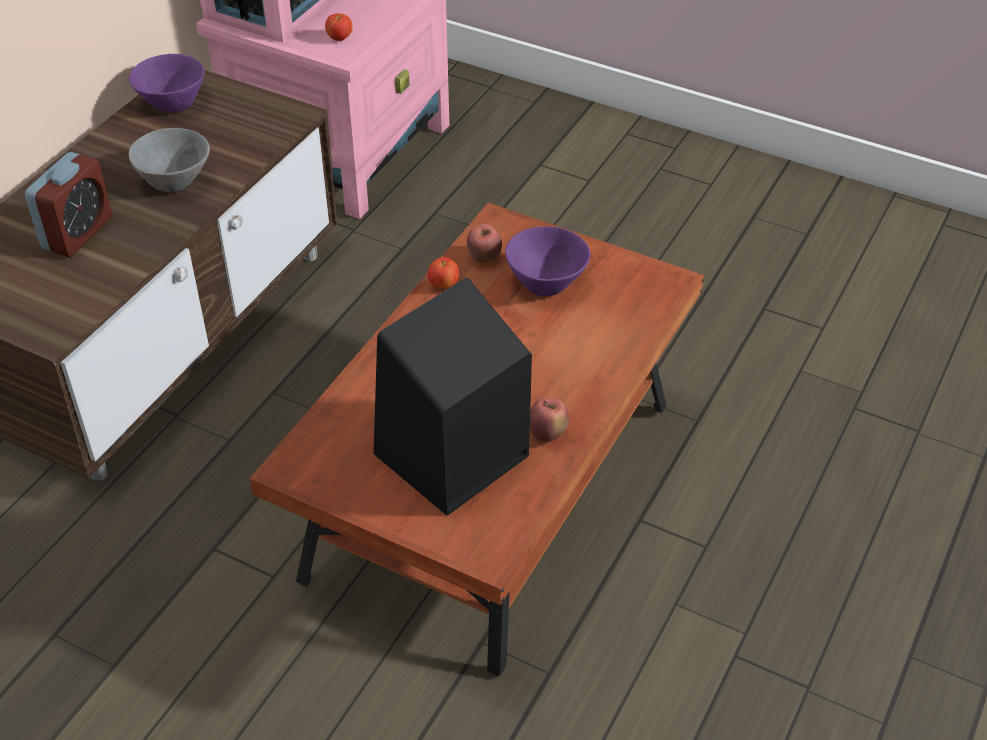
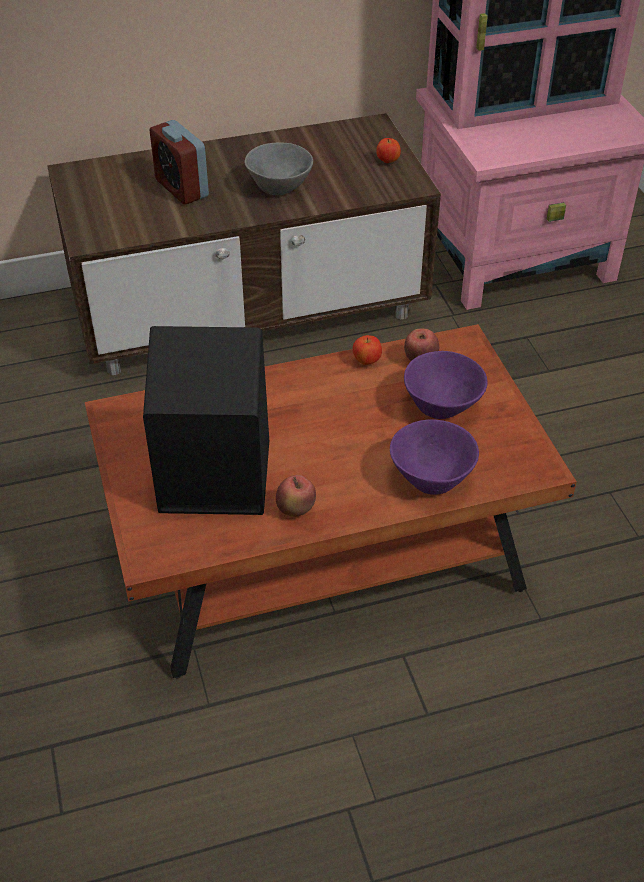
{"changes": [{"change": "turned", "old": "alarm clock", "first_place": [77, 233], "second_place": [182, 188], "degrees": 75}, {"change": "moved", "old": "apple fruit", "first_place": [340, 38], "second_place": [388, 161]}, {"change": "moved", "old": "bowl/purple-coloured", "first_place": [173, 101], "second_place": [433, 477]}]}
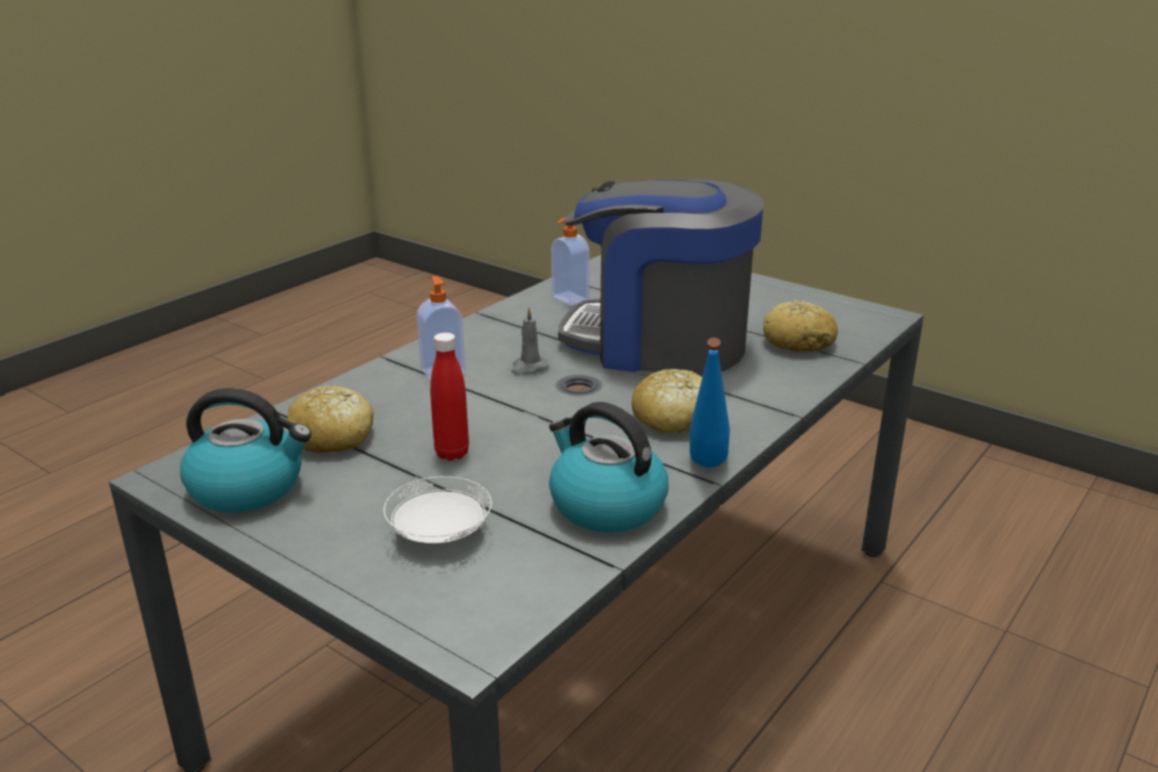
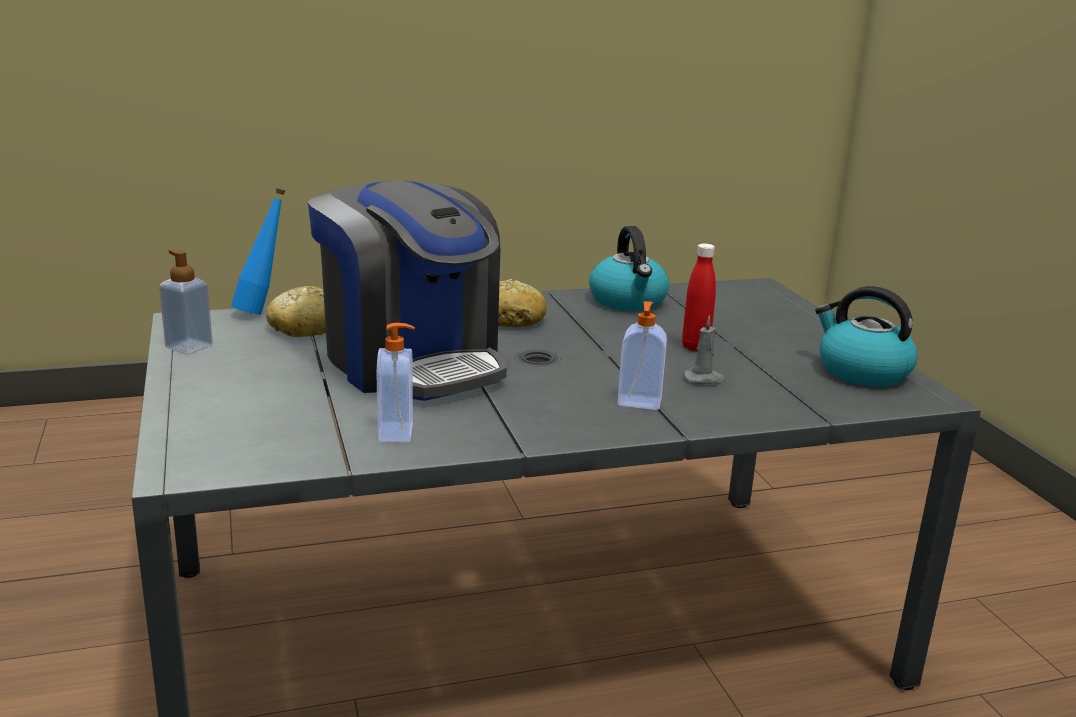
{"changes": [{"change": "added", "new": "soap dispenser", "second_place": [189, 347]}, {"change": "moved", "old": "bottle/blue-coloured", "first_place": [706, 470], "second_place": [262, 311]}, {"change": "moved", "old": "candle/gray", "first_place": [528, 368], "second_place": [704, 379]}, {"change": "removed", "old": "bakery bread", "first_place": [332, 437]}, {"change": "removed", "old": "dinner plate/whitish", "first_place": [439, 534]}]}
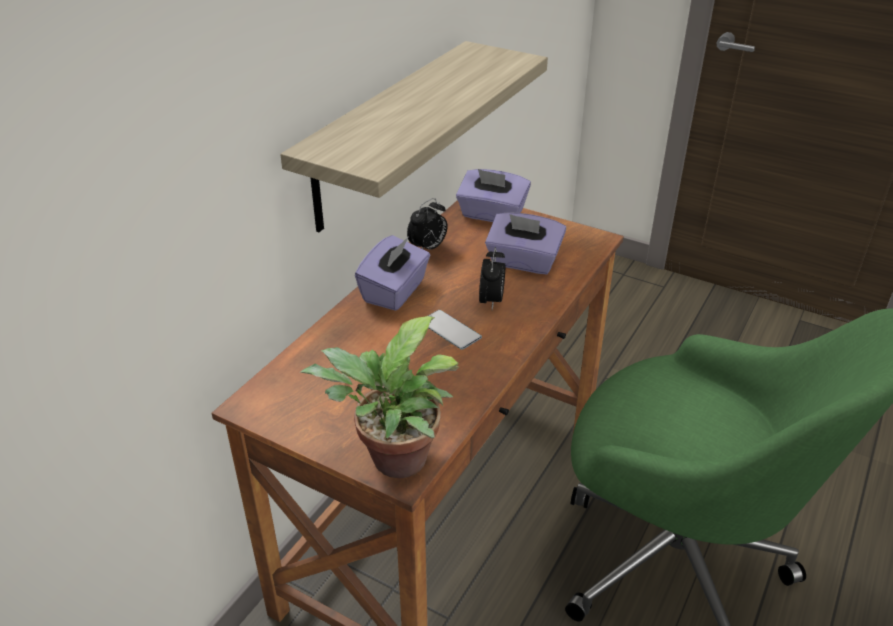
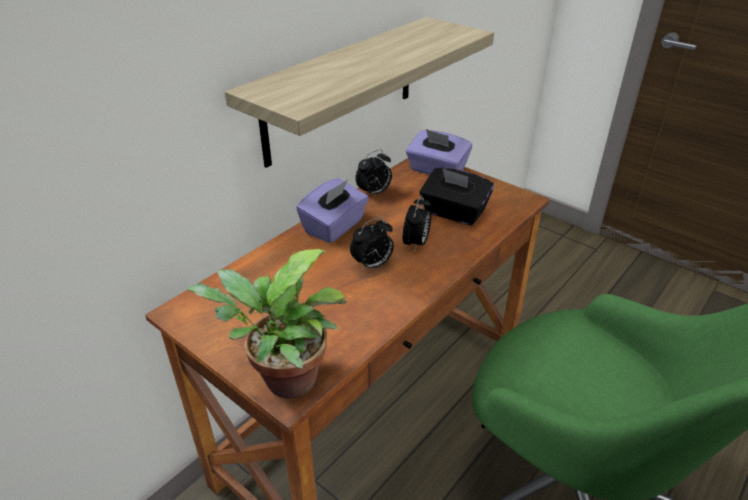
{"changes": [{"change": "replaced", "old": "phone", "new": "alarm clock", "first_place": [450, 330], "second_place": [372, 265]}, {"change": "recoloured", "old": "tissue box/purple-coloured", "new": "tissue box/black-coloured", "first_place": [523, 262], "second_place": [453, 212]}]}
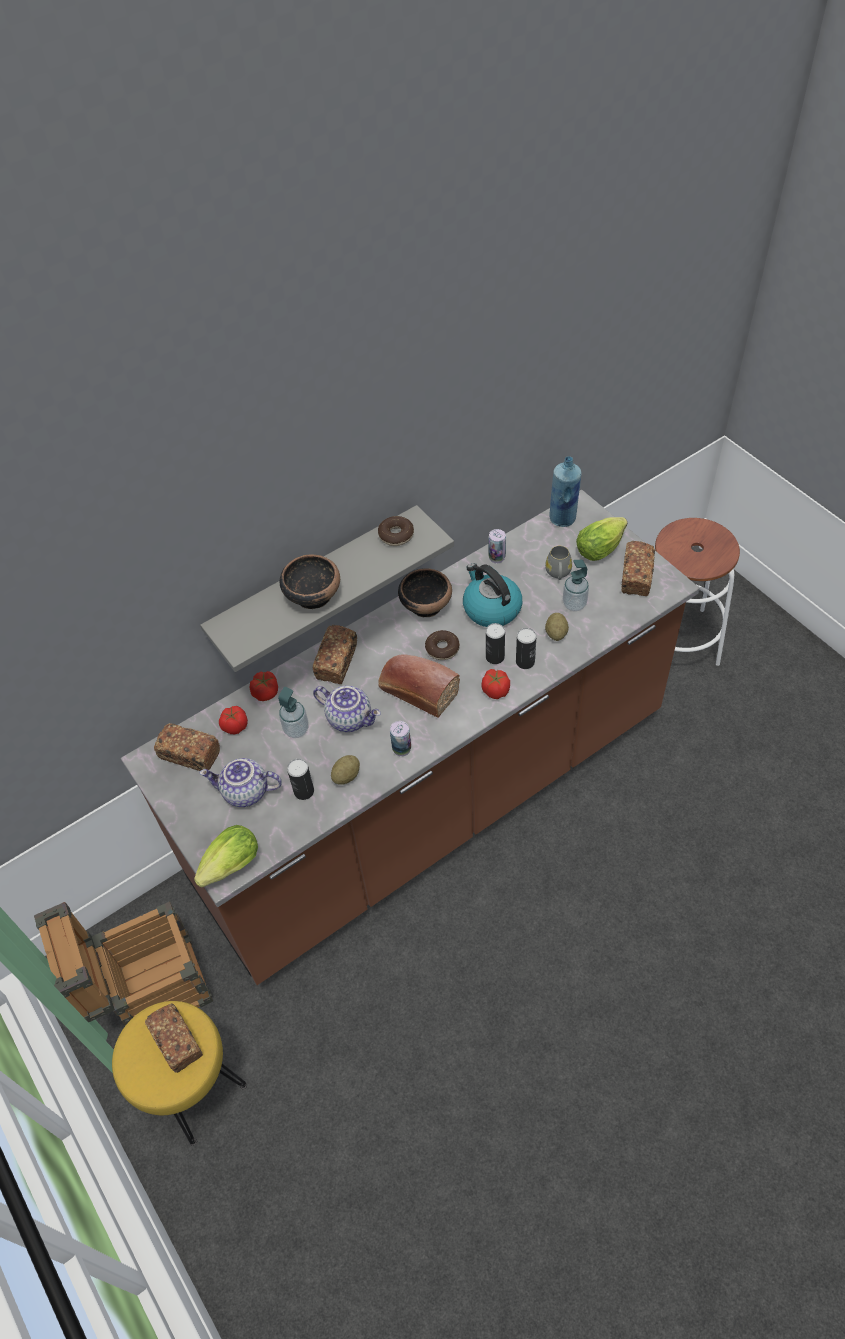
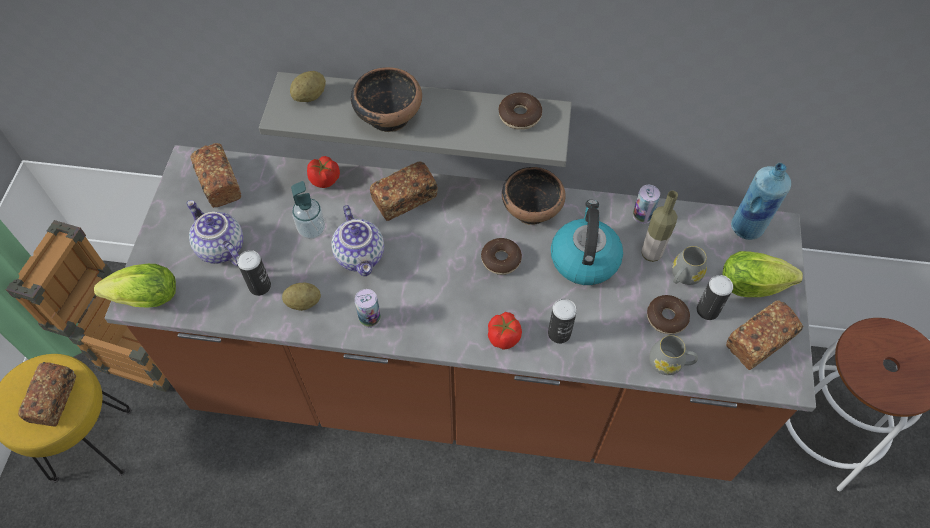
{"changes": [{"change": "moved", "old": "whole potato", "first_place": [556, 633], "second_place": [310, 96]}, {"change": "added", "new": "bottle", "second_place": [651, 254]}, {"change": "replaced", "old": "soap dispenser", "new": "ring doughnut", "first_place": [574, 604], "second_place": [666, 318]}, {"change": "added", "new": "tea mug/gray", "second_place": [669, 363]}, {"change": "moved", "old": "metal can", "first_place": [495, 657], "second_place": [707, 310]}, {"change": "removed", "old": "fresh tomato", "first_place": [234, 726]}, {"change": "removed", "old": "bakery bread", "first_place": [416, 691]}]}
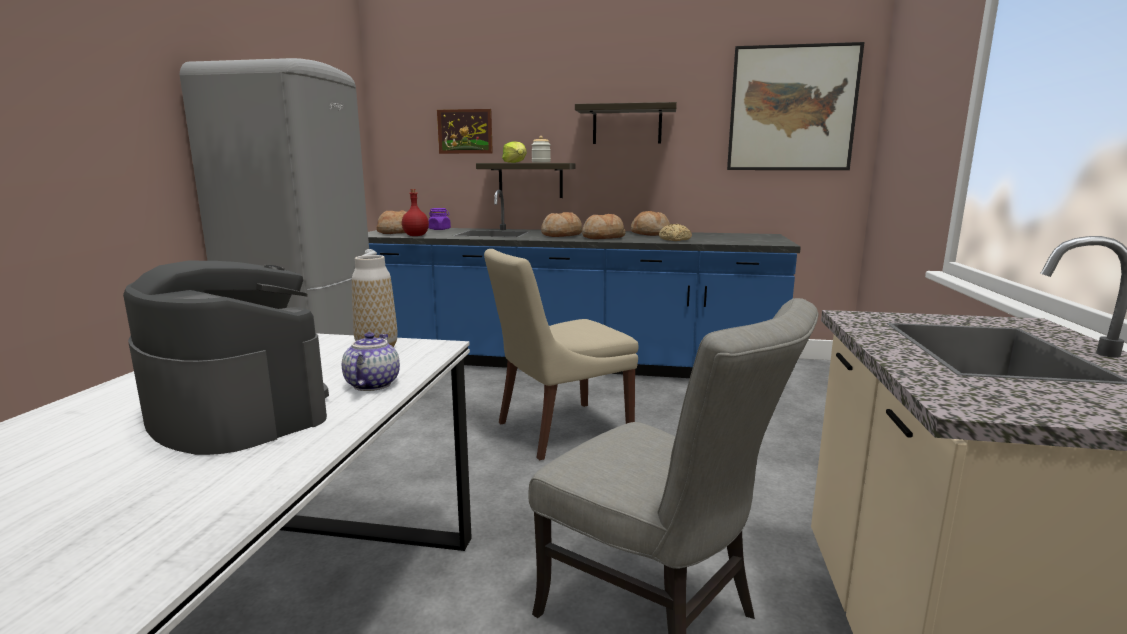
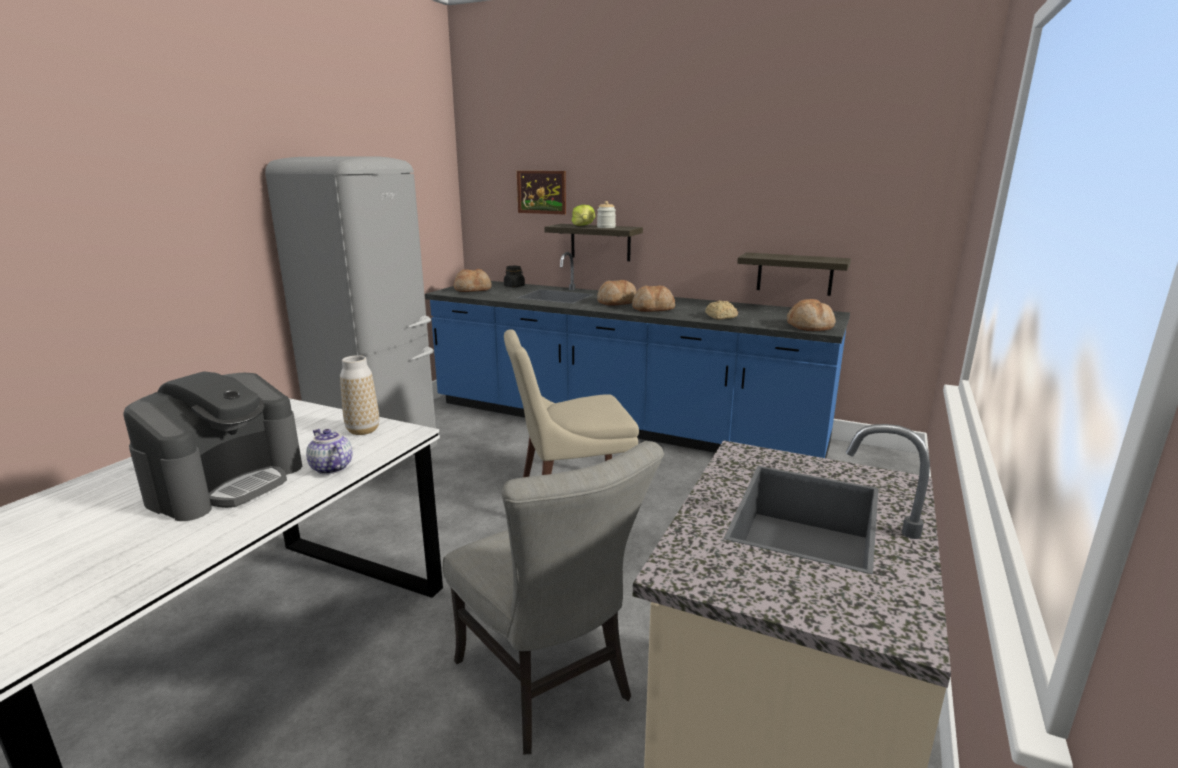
{"changes": [{"change": "turned", "old": "coffee brewer", "first_place": [237, 411], "second_place": [227, 482], "degrees": 60}, {"change": "turned", "old": "pot for tea", "first_place": [371, 384], "second_place": [330, 468], "degrees": -60}, {"change": "recoloured", "old": "preserve jar/purple-coloured", "new": "preserve jar/black-coloured", "first_place": [439, 229], "second_place": [514, 286]}, {"change": "moved", "old": "bracket shelf", "first_place": [627, 125], "second_place": [794, 274]}, {"change": "moved", "old": "bakery bread", "first_place": [650, 233], "second_place": [809, 326]}, {"change": "removed", "old": "bottle/reddish", "first_place": [415, 236]}, {"change": "removed", "old": "wall picture", "first_place": [792, 109]}]}
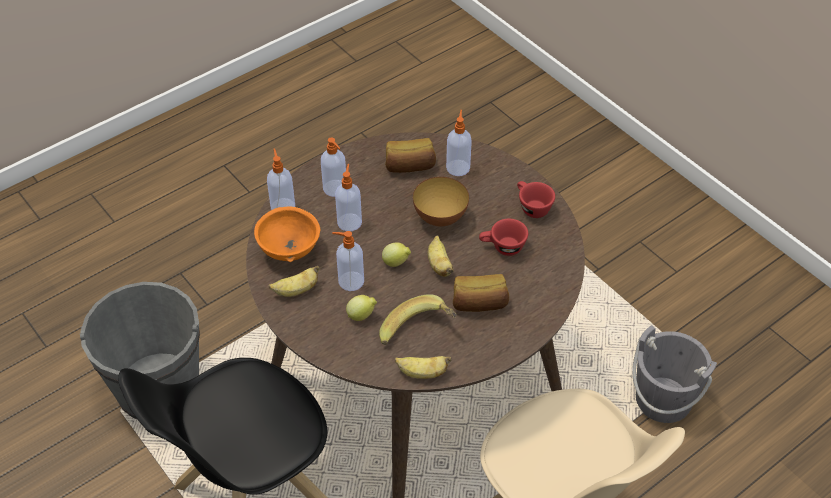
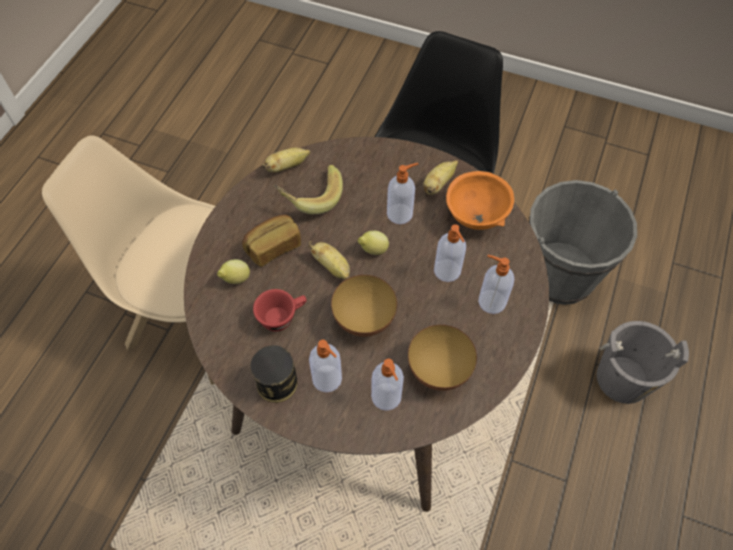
{"changes": [{"change": "moved", "old": "citrus fruit", "first_place": [362, 315], "second_place": [235, 279]}, {"change": "replaced", "old": "drinking cup/reddish", "new": "metal can", "first_place": [531, 207], "second_place": [277, 383]}, {"change": "moved", "old": "soap dispenser", "first_place": [282, 206], "second_place": [328, 379]}, {"change": "replaced", "old": "bakery bread", "new": "bowl", "first_place": [410, 166], "second_place": [439, 370]}, {"change": "moved", "old": "water bucket/gray", "first_place": [663, 399], "second_place": [623, 378]}]}
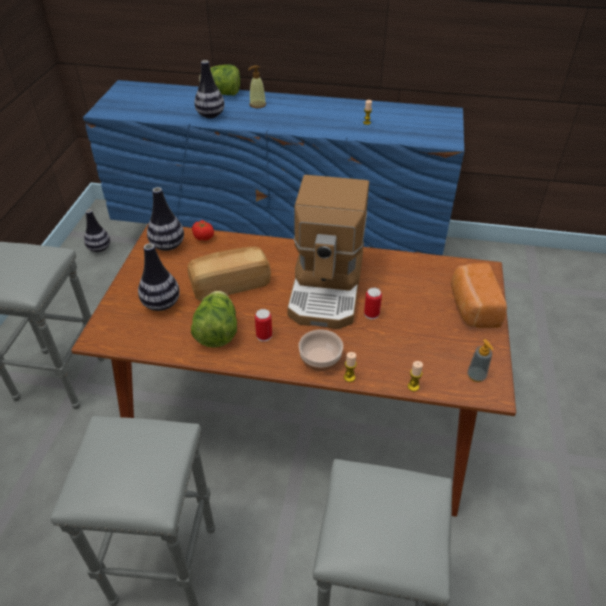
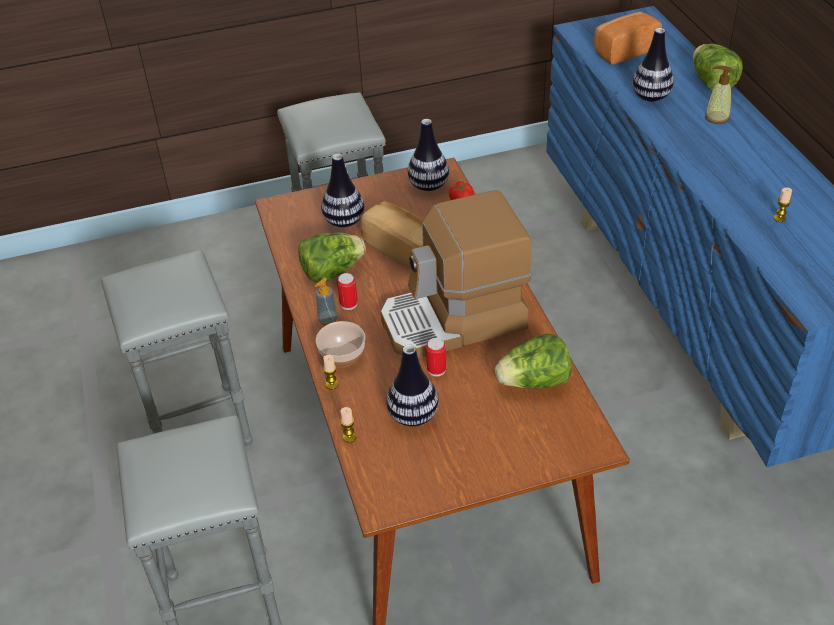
{"changes": [{"change": "moved", "old": "soap dispenser", "first_place": [476, 376], "second_place": [327, 320]}, {"change": "moved", "old": "decorative vase", "first_place": [99, 249], "second_place": [413, 415]}, {"change": "added", "new": "lettuce", "second_place": [534, 382]}, {"change": "moved", "old": "bakery bread", "first_place": [472, 308], "second_place": [623, 50]}]}
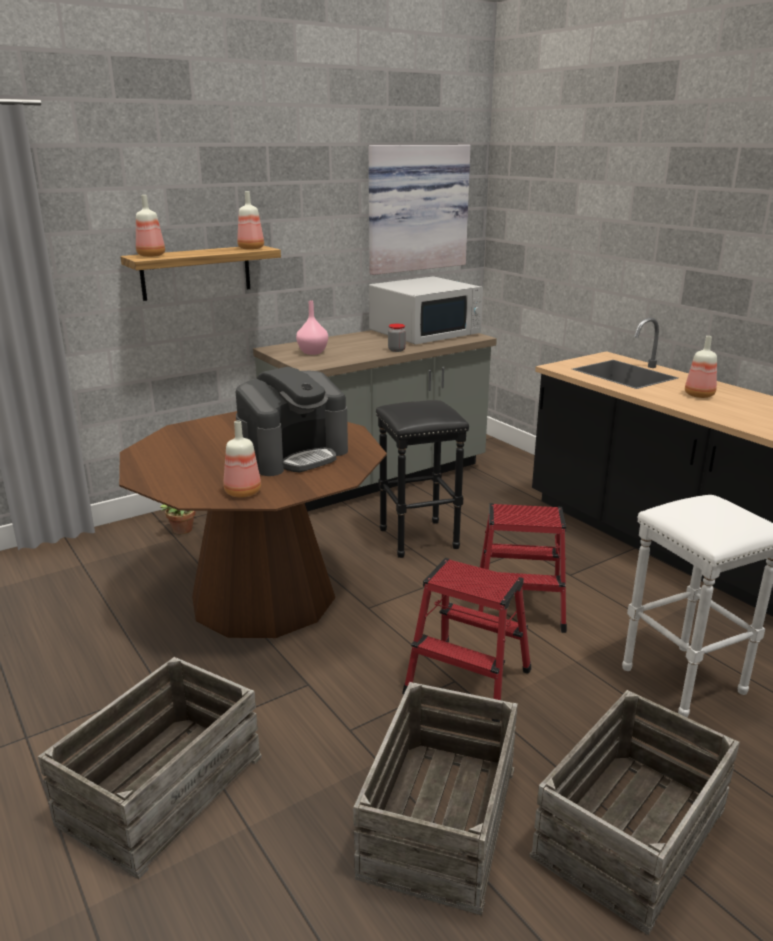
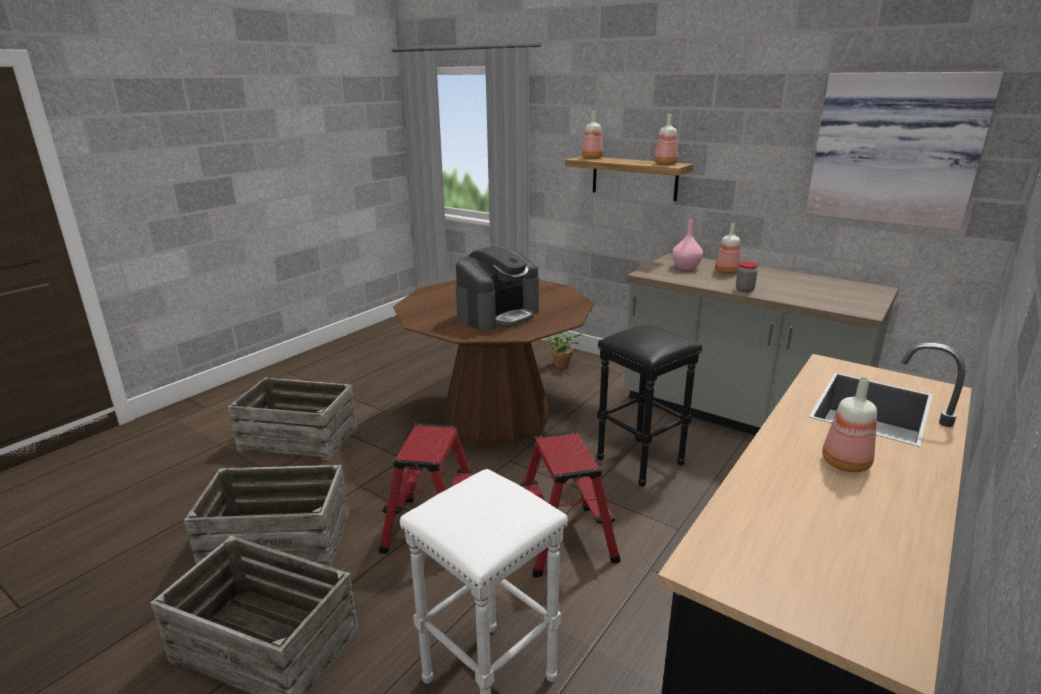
{"changes": [{"change": "turned", "old": "coffee brewer", "first_place": [294, 455], "second_place": [498, 315], "degrees": -75}, {"change": "moved", "old": "bottle", "first_place": [242, 493], "second_place": [725, 272]}, {"change": "removed", "old": "microwave/whitish", "first_place": [425, 333]}]}
